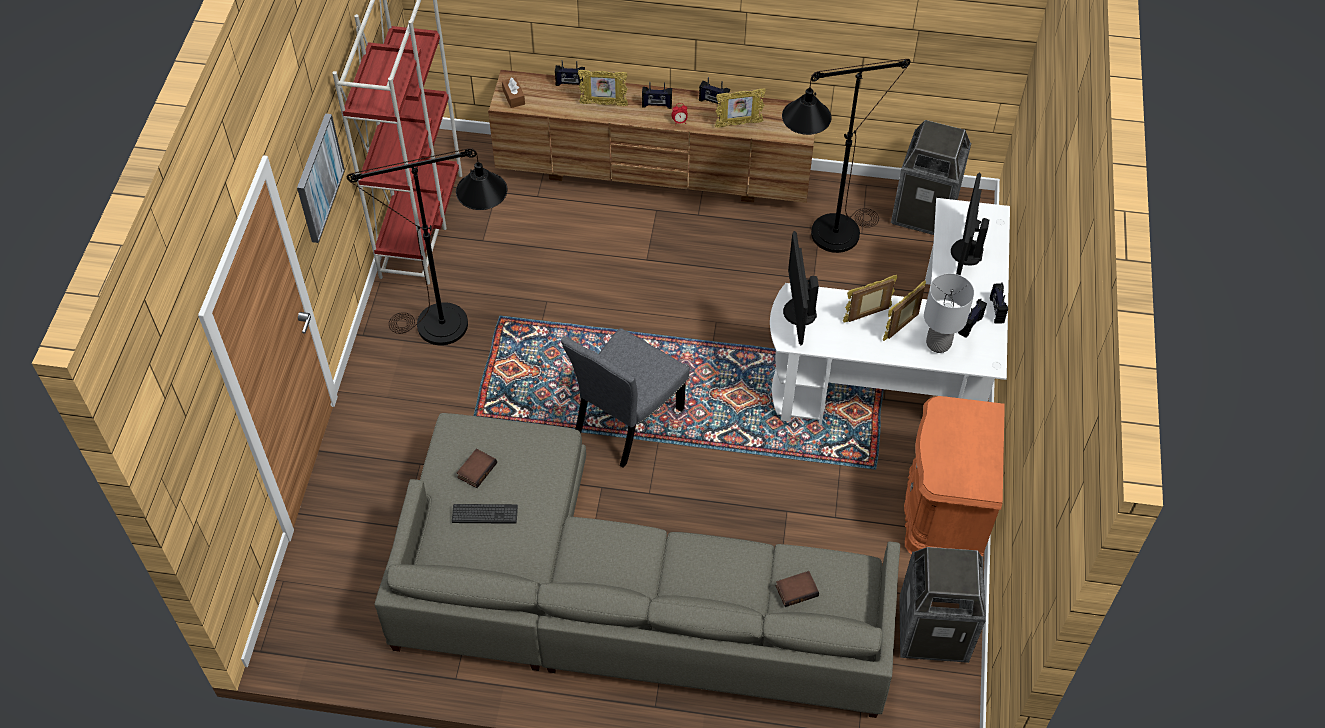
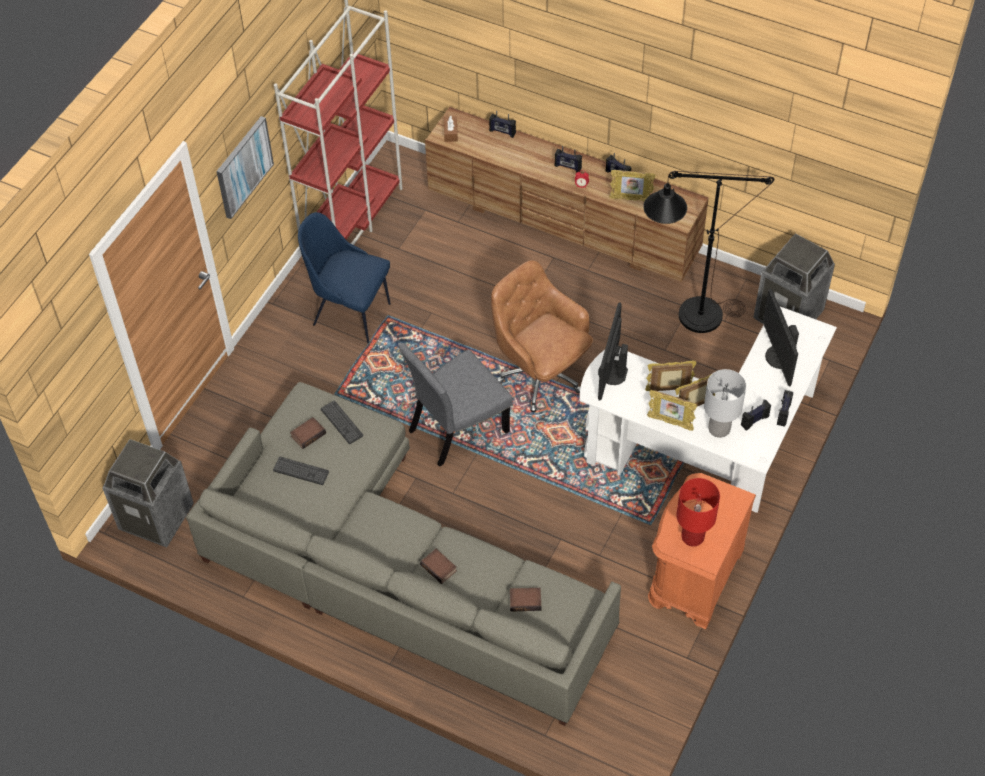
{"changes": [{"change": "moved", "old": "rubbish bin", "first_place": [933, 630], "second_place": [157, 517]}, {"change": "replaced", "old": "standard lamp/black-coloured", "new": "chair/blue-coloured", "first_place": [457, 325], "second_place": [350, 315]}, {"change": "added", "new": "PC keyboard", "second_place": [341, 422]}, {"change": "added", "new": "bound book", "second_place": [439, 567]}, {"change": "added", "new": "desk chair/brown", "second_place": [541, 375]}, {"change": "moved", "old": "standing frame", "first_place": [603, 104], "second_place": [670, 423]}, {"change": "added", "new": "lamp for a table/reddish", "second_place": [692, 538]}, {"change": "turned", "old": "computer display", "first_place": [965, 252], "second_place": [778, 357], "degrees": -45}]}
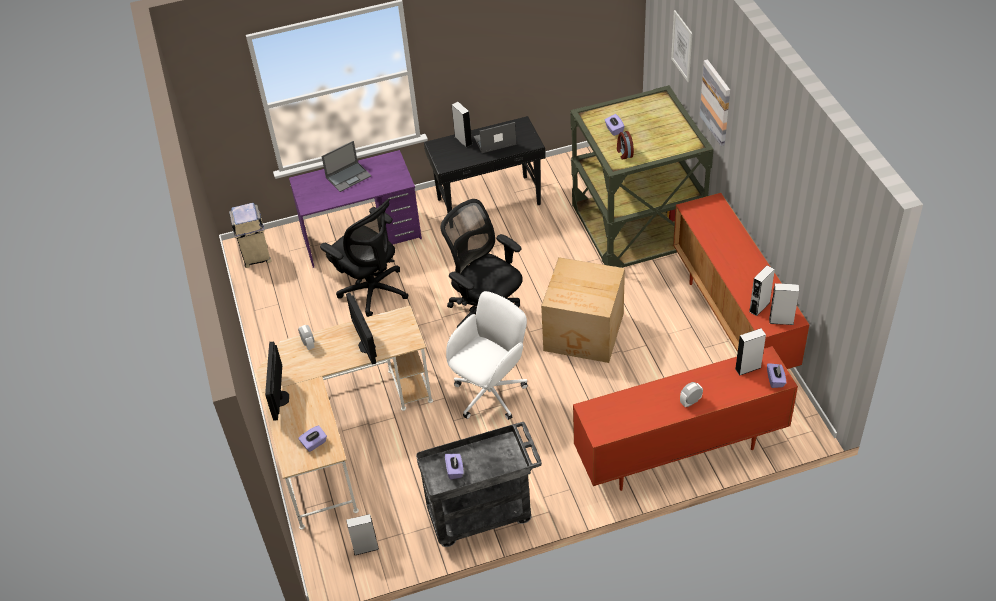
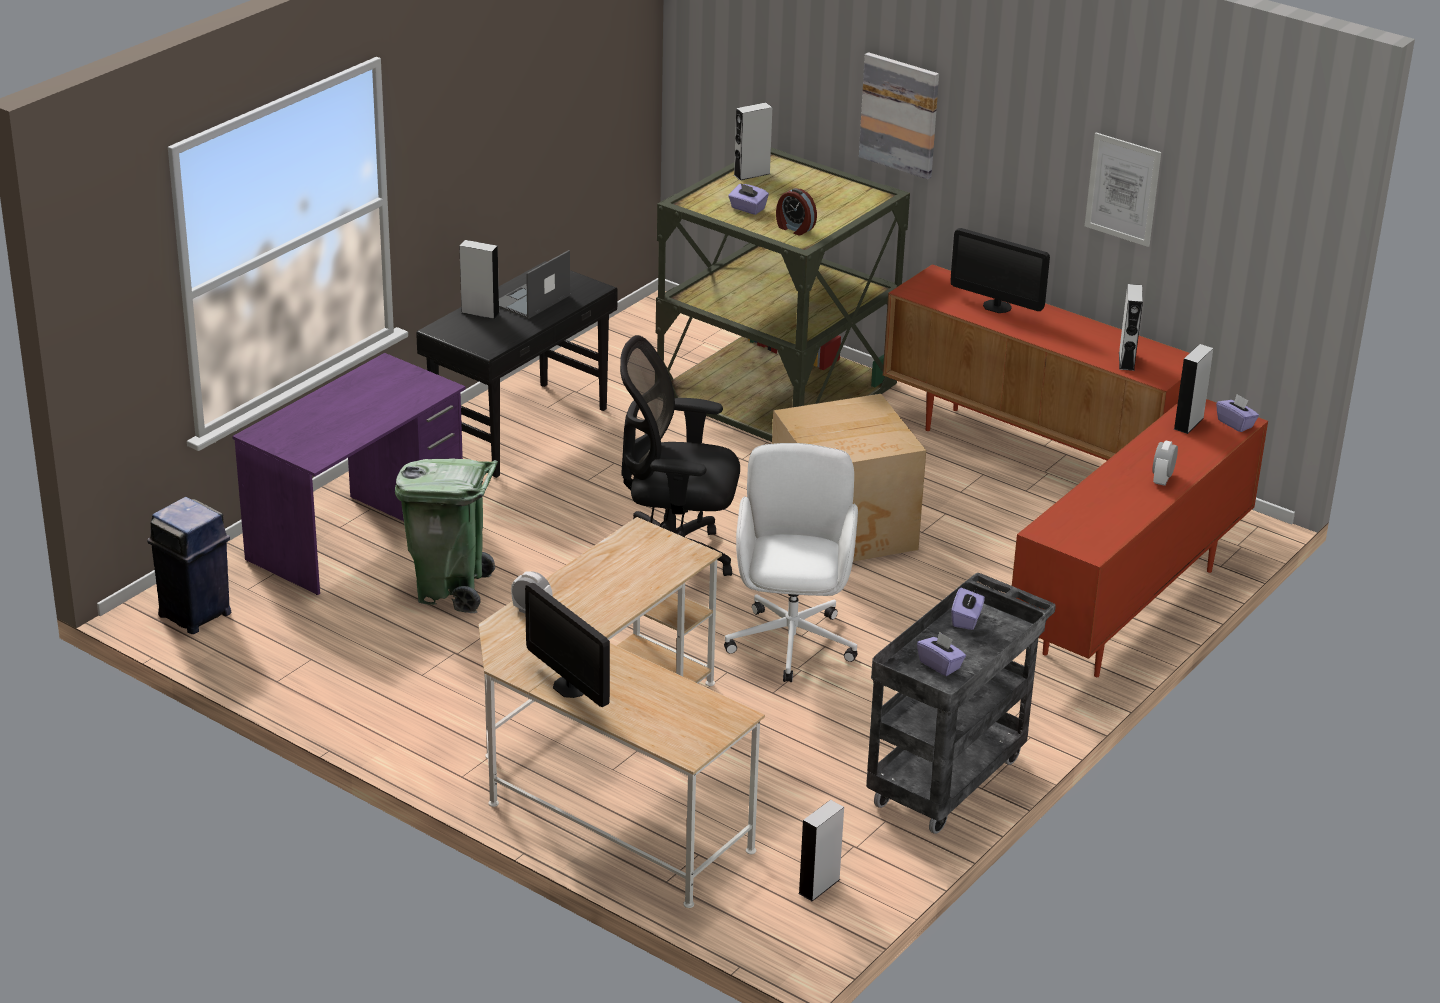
{"changes": [{"change": "recoloured", "old": "rubbish bin/sand-coloured", "new": "rubbish bin/blue-coloured", "first_place": [256, 257], "second_place": [195, 615]}, {"change": "replaced", "old": "desk chair/black-coloured", "new": "rubbish bin/green-coloured", "first_place": [370, 289], "second_place": [450, 590]}, {"change": "moved", "old": "loudspeaker/gray", "first_place": [781, 320], "second_place": [751, 174]}, {"change": "moved", "old": "computer display", "first_place": [366, 346], "second_place": [997, 306]}, {"change": "moved", "old": "tissue box/purple-coloured", "first_place": [314, 443], "second_place": [966, 619]}, {"change": "moved", "old": "wall picture", "first_place": [682, 46], "second_place": [1122, 189]}, {"change": "removed", "old": "portable computer", "first_place": [349, 176]}]}
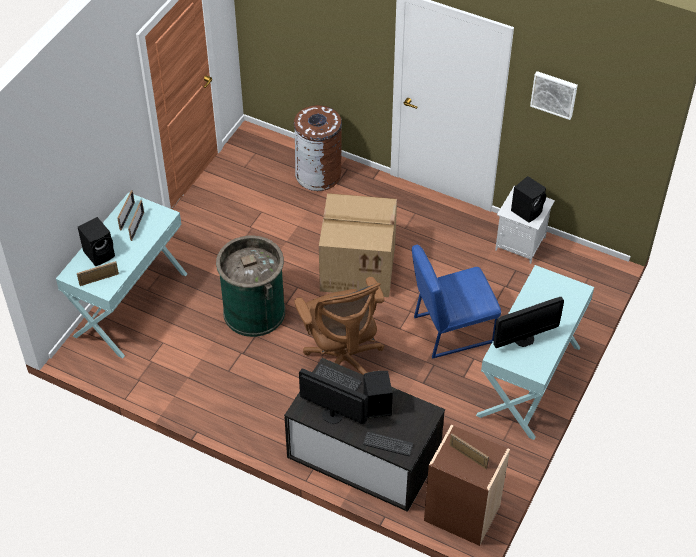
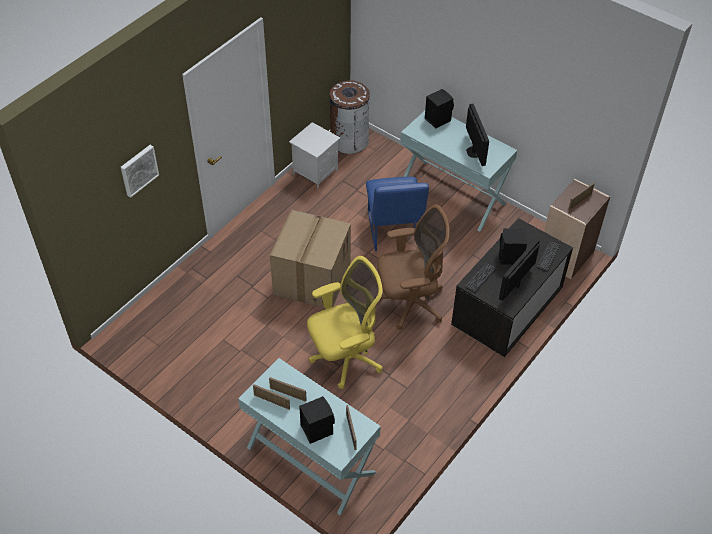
{"changes": [{"change": "moved", "old": "wall picture", "first_place": [554, 94], "second_place": [138, 170]}, {"change": "replaced", "old": "rubbish bin/green-coloured", "new": "desk chair/yellowish", "first_place": [254, 312], "second_place": [344, 360]}, {"change": "moved", "old": "rubbish bin/brown", "first_place": [318, 174], "second_place": [349, 140]}, {"change": "moved", "old": "loudspeaker/black-coloured", "first_place": [527, 211], "second_place": [437, 119]}]}
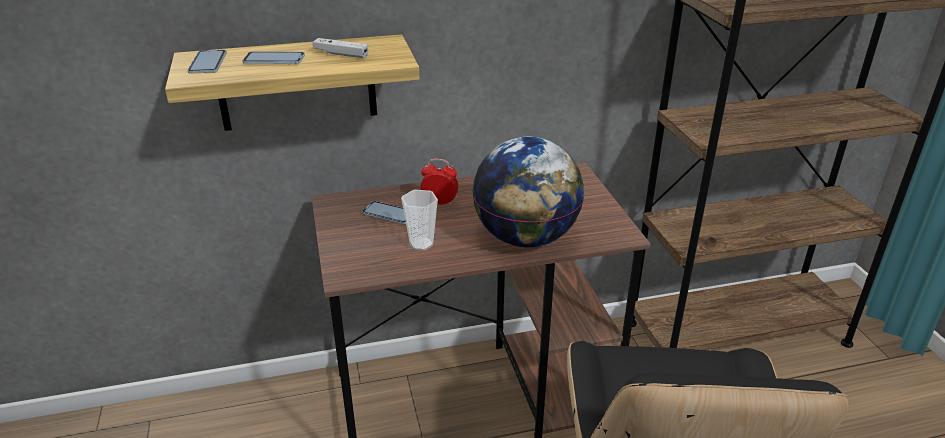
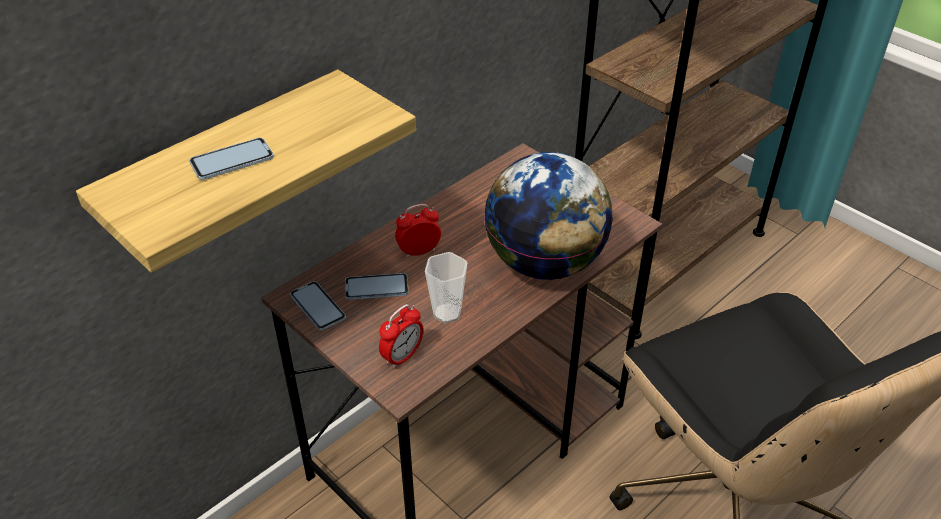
{"changes": [{"change": "moved", "old": "phone", "first_place": [208, 63], "second_place": [317, 307]}, {"change": "added", "new": "alarm clock", "second_place": [402, 356]}, {"change": "removed", "old": "gamepad/whitish", "first_place": [341, 54]}]}
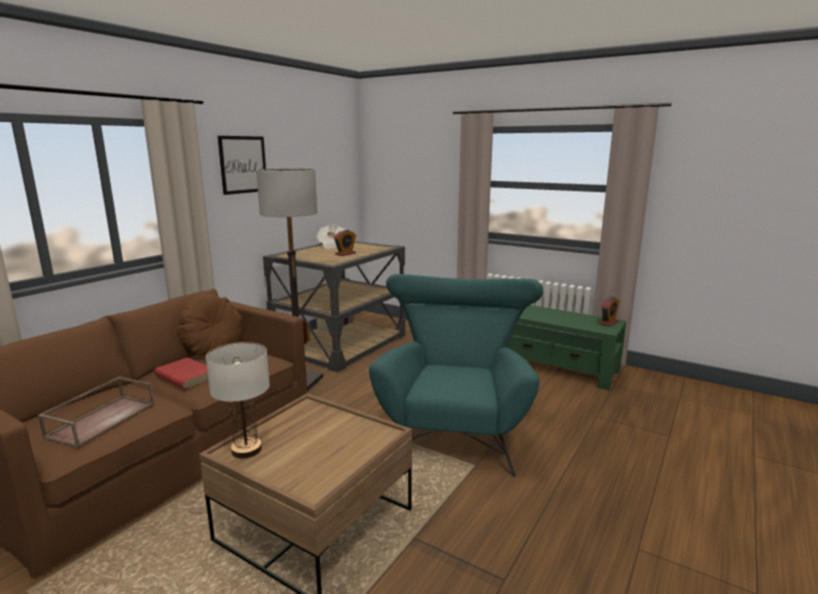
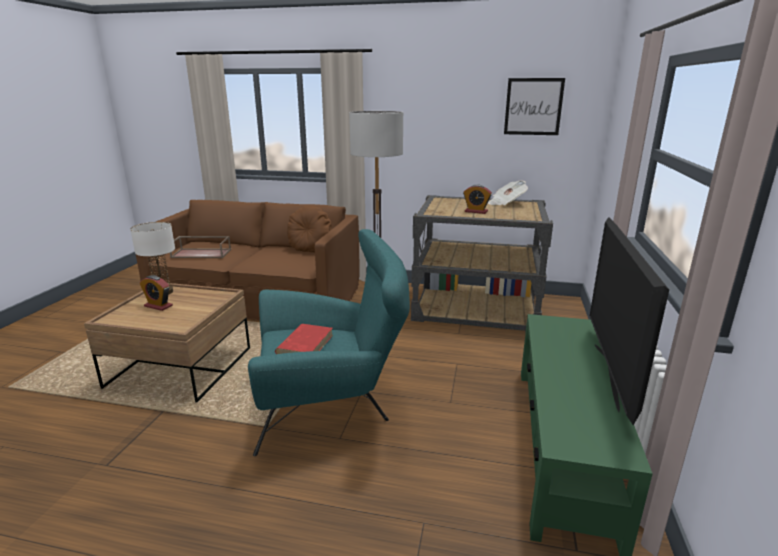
{"changes": [{"change": "moved", "old": "alarm clock", "first_place": [608, 322], "second_place": [158, 306]}, {"change": "moved", "old": "bound book/reddish", "first_place": [185, 376], "second_place": [305, 344]}, {"change": "moved", "old": "wall picture", "first_place": [243, 164], "second_place": [533, 106]}, {"change": "added", "new": "television", "second_place": [607, 374]}]}
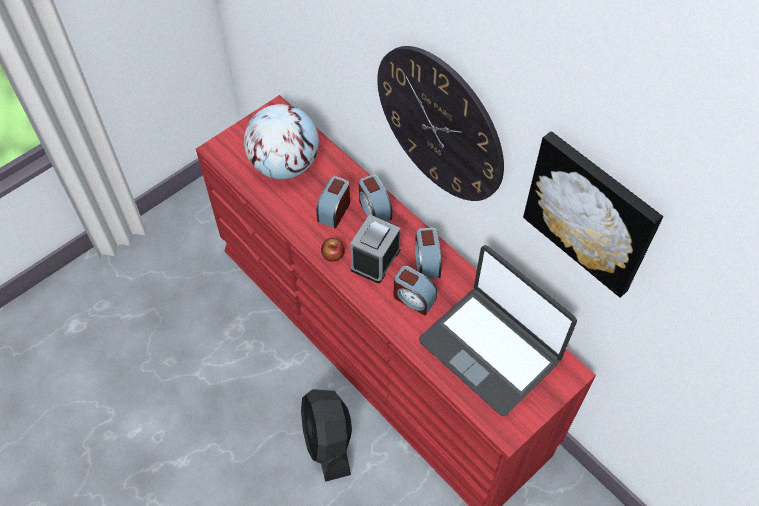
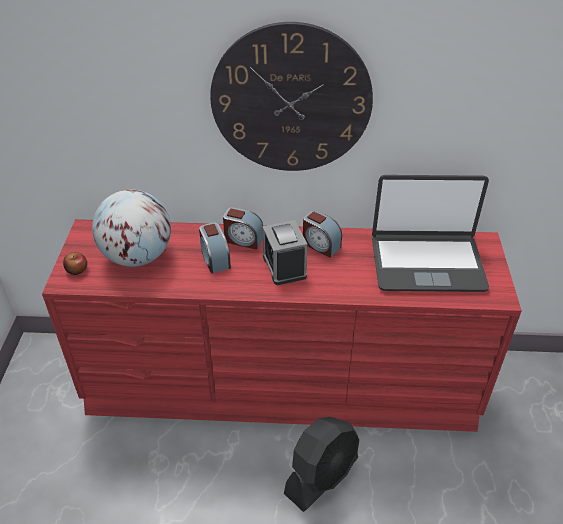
{"changes": [{"change": "moved", "old": "apple fruit", "first_place": [333, 254], "second_place": [77, 270]}, {"change": "turned", "old": "fan/black-coloured", "first_place": [328, 441], "second_place": [322, 476], "degrees": -75}, {"change": "removed", "old": "alarm clock", "first_place": [413, 298]}, {"change": "removed", "old": "wall picture", "first_place": [591, 212]}]}
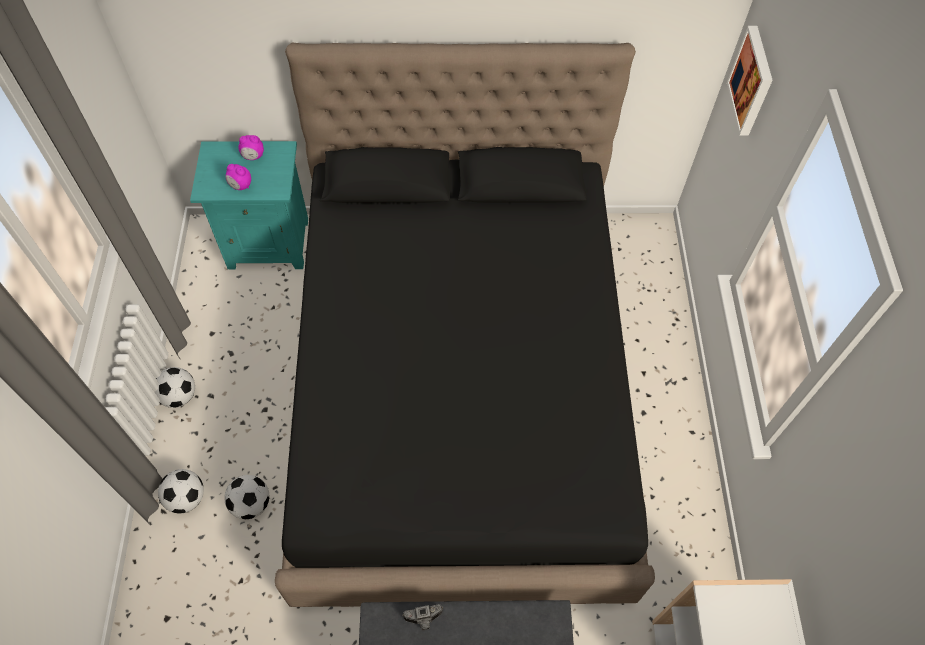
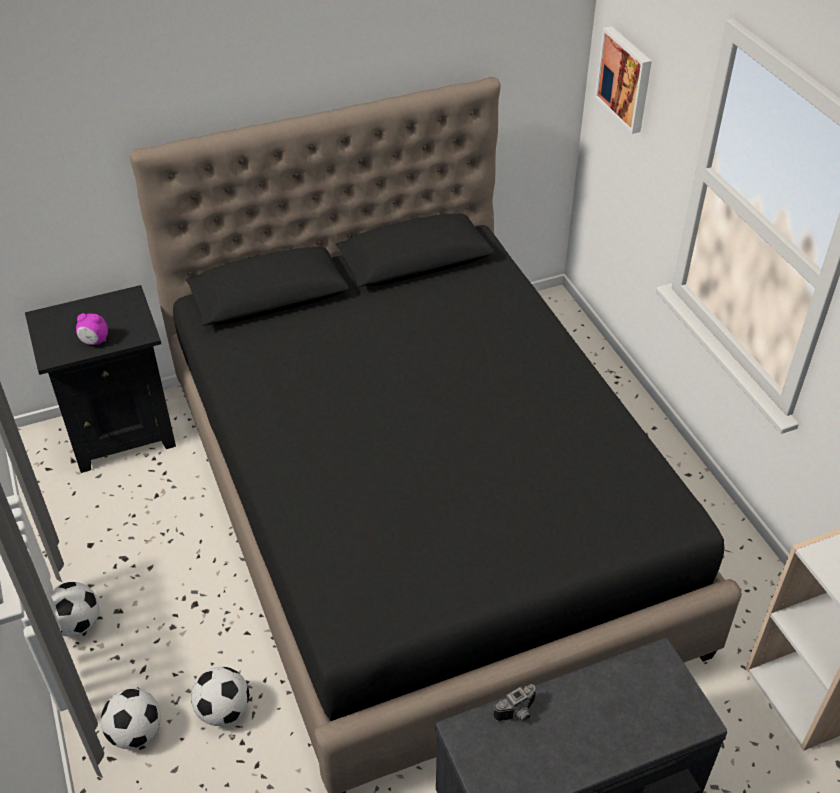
{"changes": [{"change": "recoloured", "old": "bedside table/blue-green", "new": "bedside table/black-coloured", "first_place": [269, 245], "second_place": [123, 434]}, {"change": "removed", "old": "alarm clock", "first_place": [253, 156]}]}
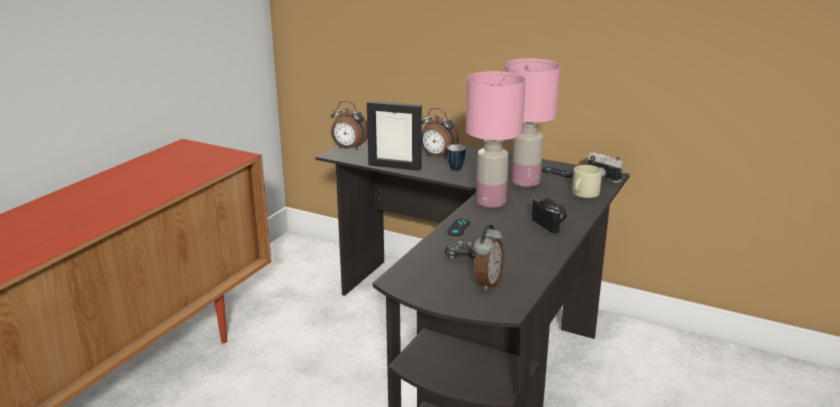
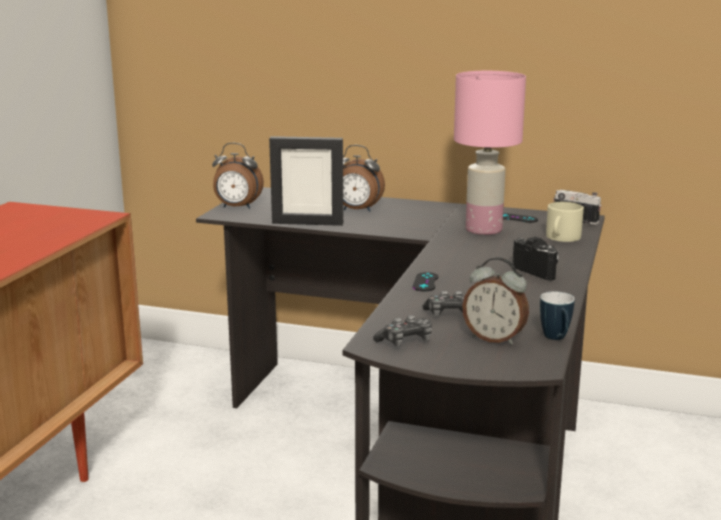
{"changes": [{"change": "added", "new": "gamepad", "second_place": [405, 341]}, {"change": "turned", "old": "alarm clock", "first_place": [486, 283], "second_place": [494, 338], "degrees": 105}, {"change": "moved", "old": "tea mug", "first_place": [456, 170], "second_place": [557, 339]}, {"change": "removed", "old": "lamp for a table/pinkish", "first_place": [491, 202]}]}
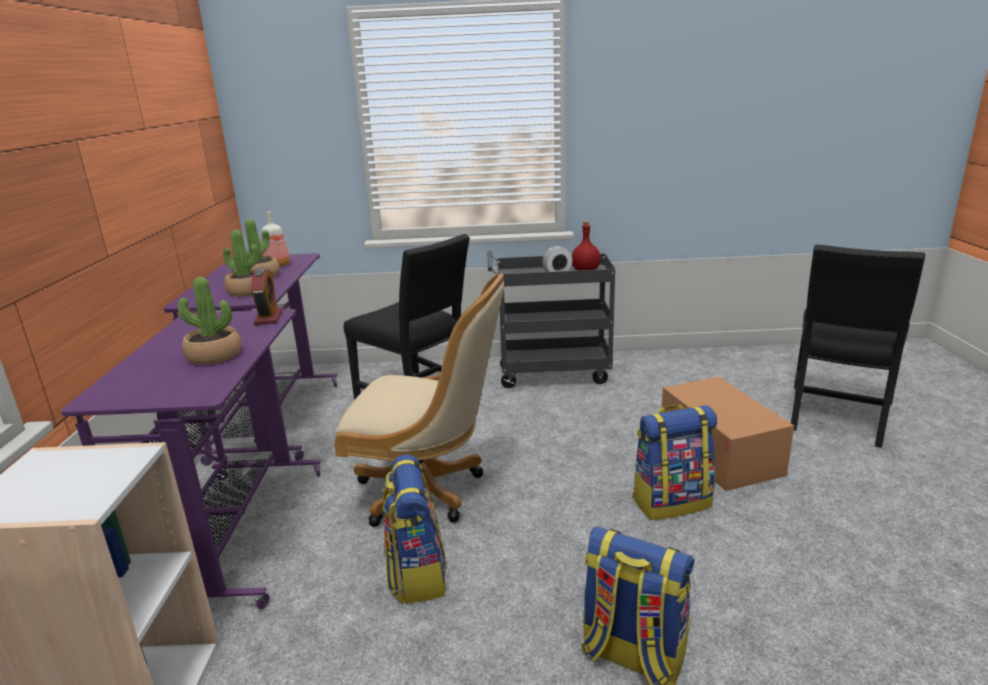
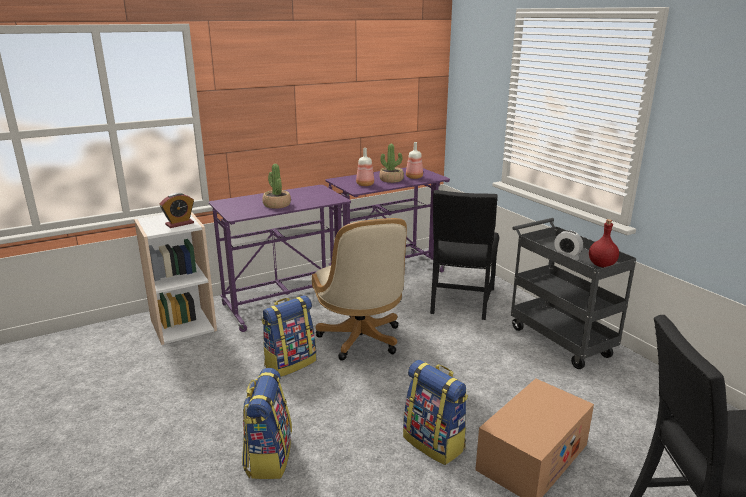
{"changes": [{"change": "moved", "old": "alarm clock", "first_place": [268, 317], "second_place": [179, 224]}, {"change": "replaced", "old": "potted plant", "new": "bottle", "first_place": [248, 291], "second_place": [365, 185]}]}
